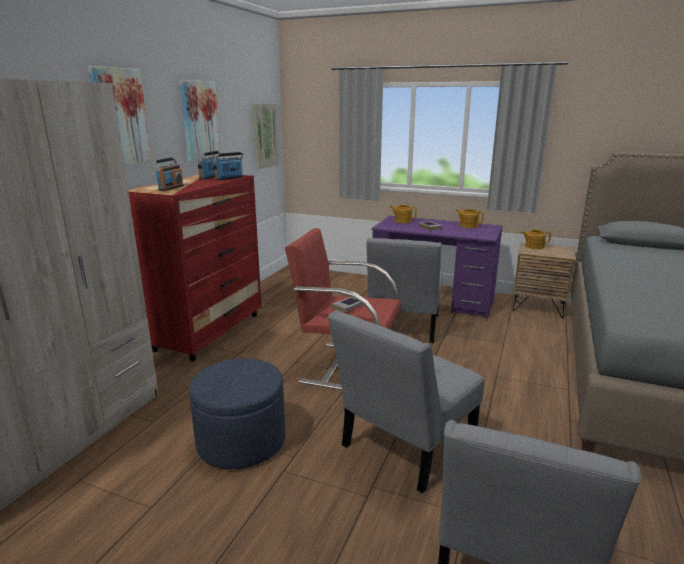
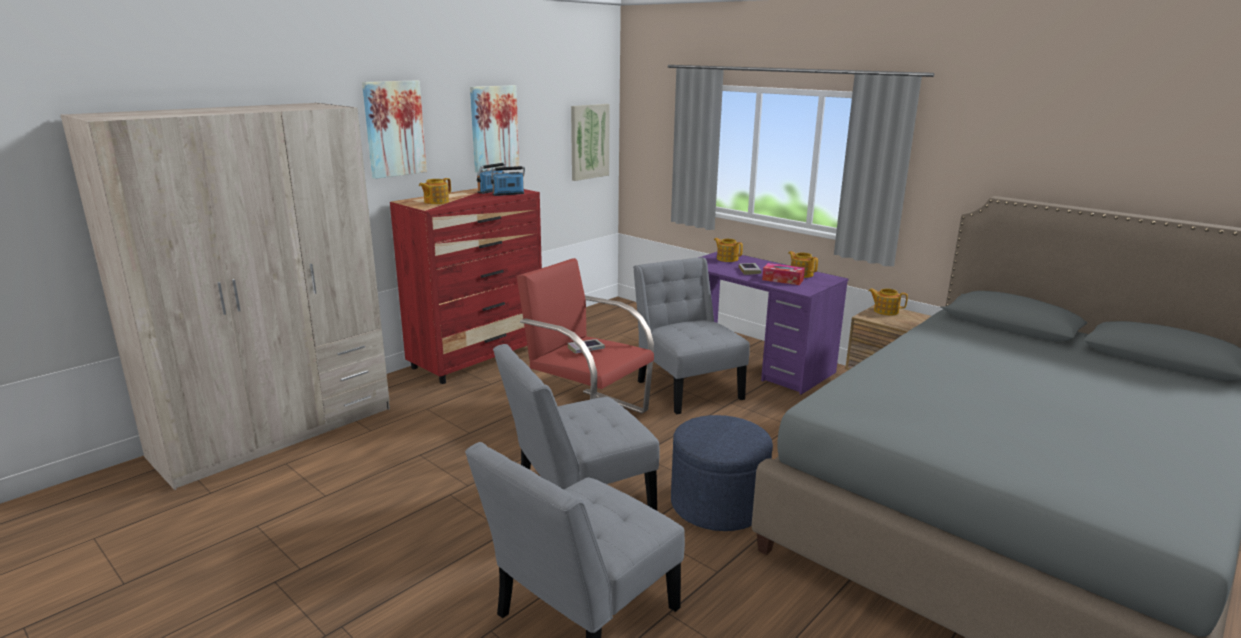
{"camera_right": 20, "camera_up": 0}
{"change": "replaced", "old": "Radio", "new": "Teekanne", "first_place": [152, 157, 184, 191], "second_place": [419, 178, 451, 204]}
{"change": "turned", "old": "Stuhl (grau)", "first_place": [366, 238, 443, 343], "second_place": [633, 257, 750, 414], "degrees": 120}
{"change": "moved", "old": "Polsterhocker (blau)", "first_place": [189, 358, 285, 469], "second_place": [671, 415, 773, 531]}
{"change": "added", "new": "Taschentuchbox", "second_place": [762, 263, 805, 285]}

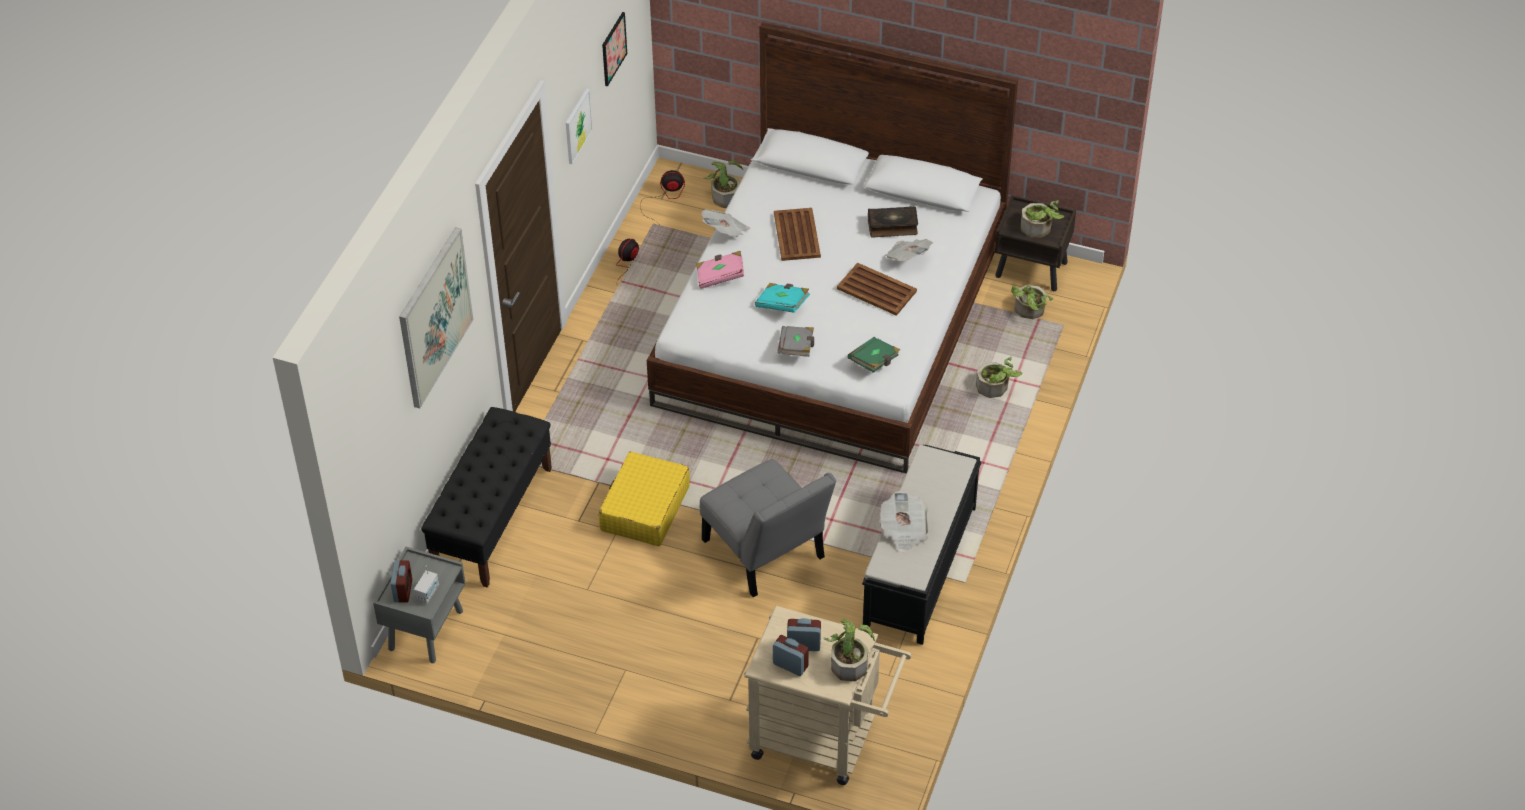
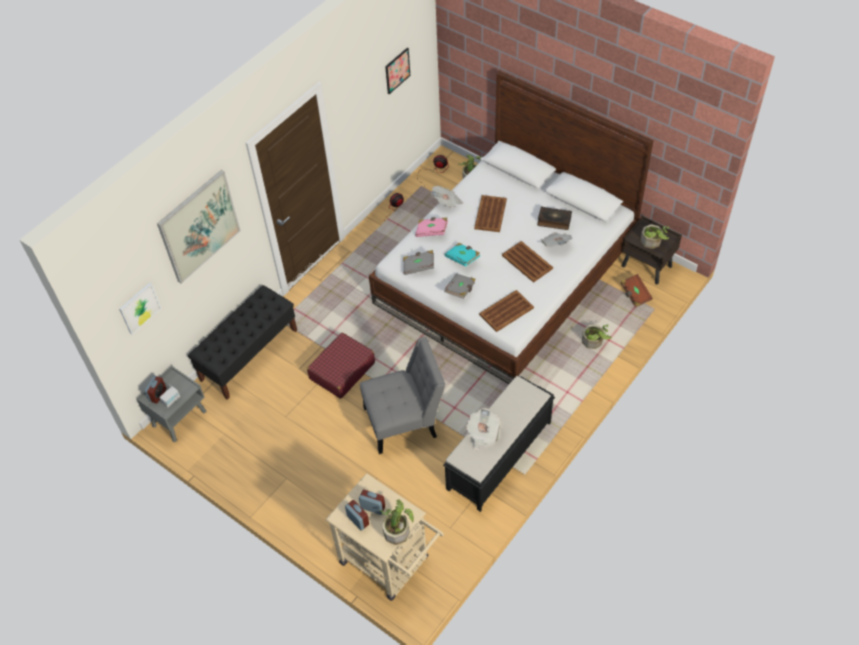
{"camera_right": 20, "camera_up": 5}
{"change": "moved", "old": "Bild", "first_place": [566, 89, 593, 164], "second_place": [119, 282, 161, 334]}
{"change": "recoloured", "old": "Koffer (gelb)", "new": "Koffer (rot)", "first_place": [599, 452, 690, 546], "second_place": [307, 332, 375, 399]}
{"change": "turned", "old": "Stuhl (grau)", "first_place": [700, 459, 836, 597], "second_place": [360, 337, 445, 454], "degrees": -90}
{"change": "added", "new": "Buch (grau)", "second_place": [403, 250, 434, 275]}
{"change": "replaced", "old": "Buch (grün)", "new": "Tablett (braun)", "first_place": [848, 337, 900, 373], "second_place": [479, 290, 534, 332]}
{"change": "replaced", "old": "Topfpflanze", "new": "Buch (braun)", "first_place": [1011, 285, 1053, 319], "second_place": [621, 274, 653, 307]}

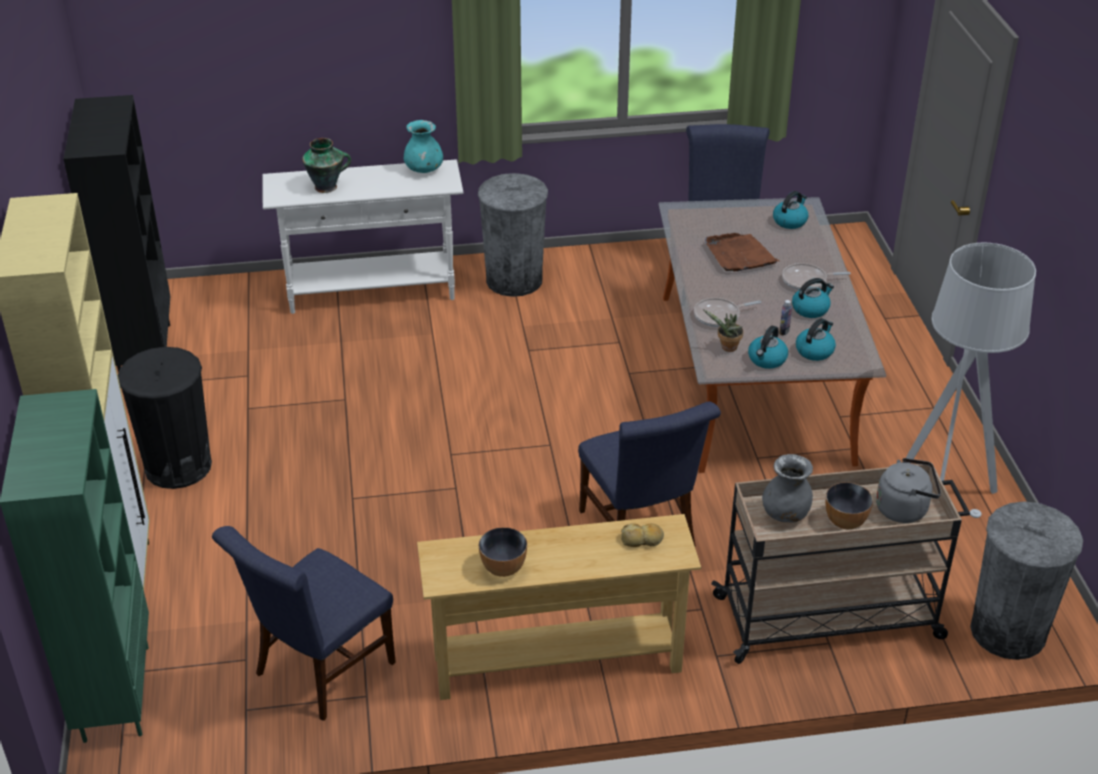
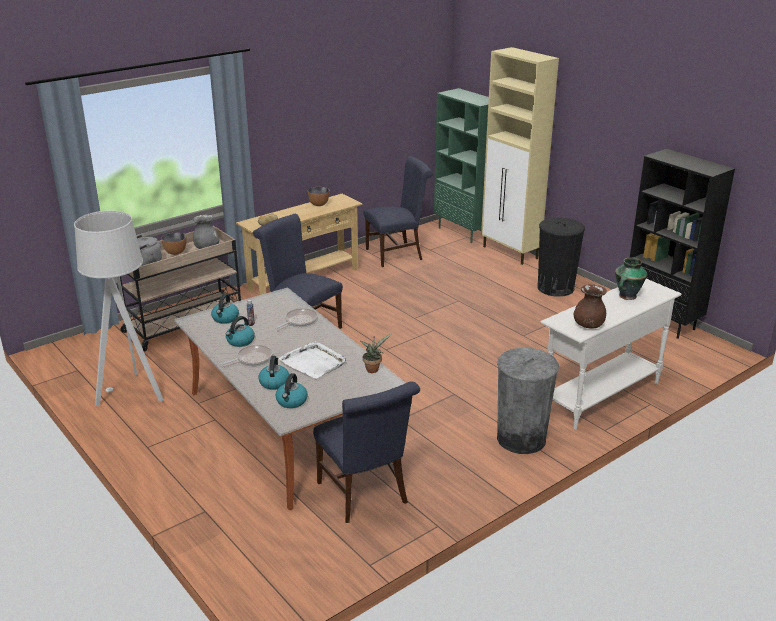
{"camera_right": 150, "camera_up": -10}
{"change": "moved", "old": "Wasserkessel", "first_place": [748, 326, 788, 369], "second_place": [259, 356, 289, 390]}
{"change": "recoloured", "old": "Tablett (braun)", "new": "Tablett (weiß)", "first_place": [705, 233, 779, 271], "second_place": [279, 341, 346, 379]}
{"change": "moved", "old": "Topfpflanze", "first_place": [703, 309, 743, 352], "second_place": [360, 334, 392, 373]}
{"change": "turned", "old": "Stuhl (blau)", "first_place": [212, 526, 396, 721], "second_place": [364, 156, 433, 267], "degrees": 60}
{"change": "recoloured", "old": "Vase (türkis)", "new": "Vase (braun)", "first_place": [404, 120, 443, 173], "second_place": [574, 284, 607, 329]}
{"change": "removed", "old": "Mülleimer (grau)", "first_place": [970, 501, 1083, 660]}

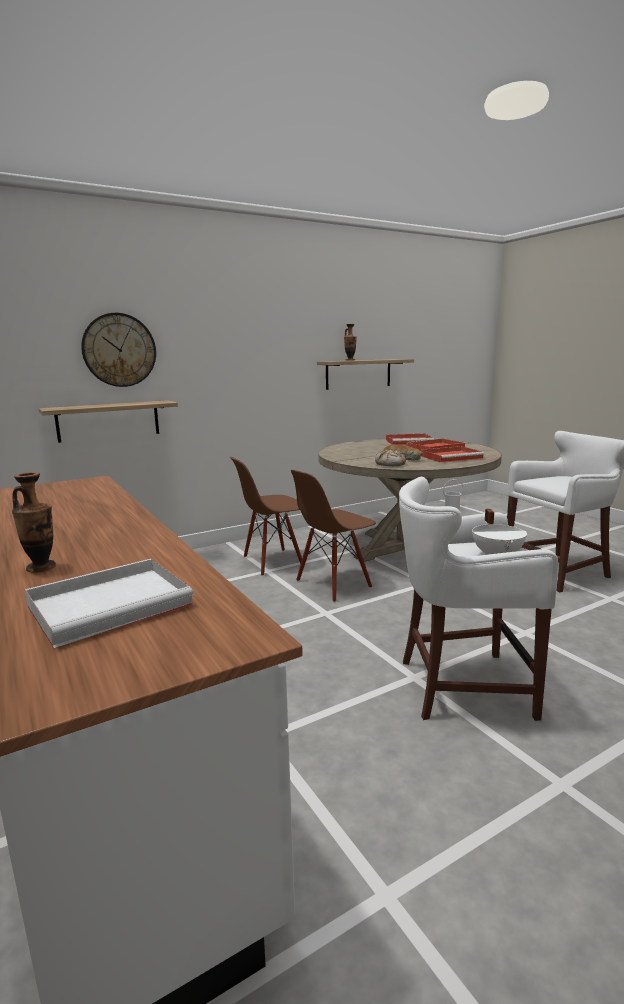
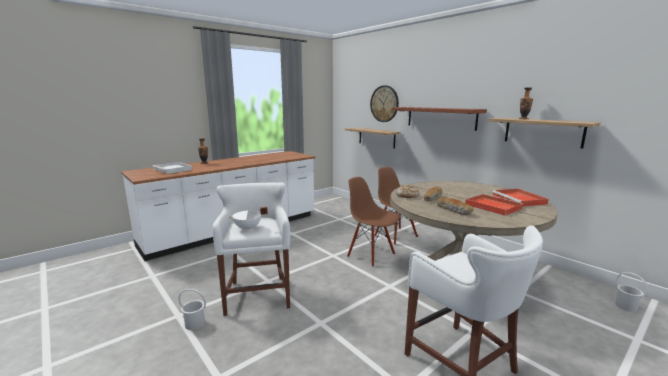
{"camera_right": 80, "camera_up": 0}
{"change": "added", "new": "Eimer (weiß)", "second_place": [179, 289, 206, 330]}
{"change": "added", "new": "Wandregal", "second_place": [391, 107, 487, 131]}
{"change": "replaced", "old": "Tablett (rot)", "new": "Brot", "first_place": [420, 446, 484, 463], "second_place": [437, 197, 473, 215]}

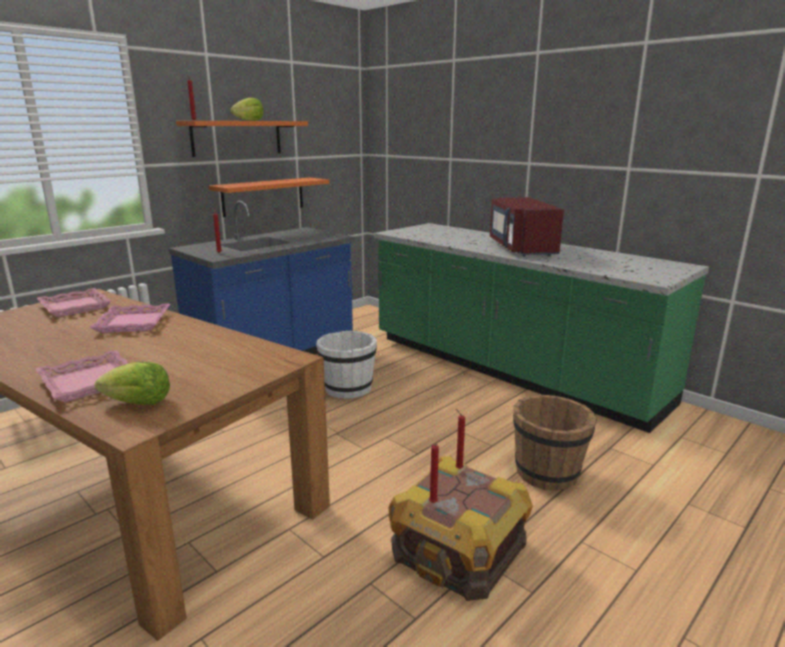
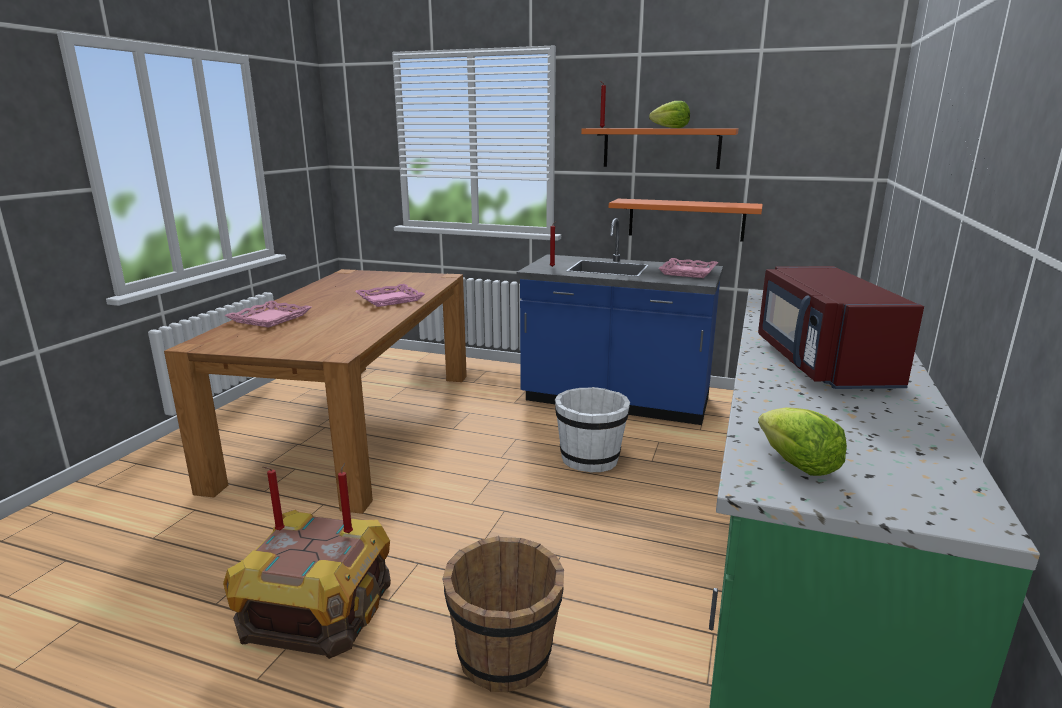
{"camera_right": 65, "camera_up": 0}
{"change": "moved", "old": "Tablett (rosa)", "first_place": [37, 288, 112, 317], "second_place": [658, 258, 718, 278]}
{"change": "turned", "old": "Mikrowelle (rot)", "first_place": [490, 197, 564, 257], "second_place": [758, 266, 924, 389], "degrees": -60}
{"change": "moved", "old": "Salatkopf", "first_place": [94, 362, 170, 405], "second_place": [758, 407, 847, 476]}

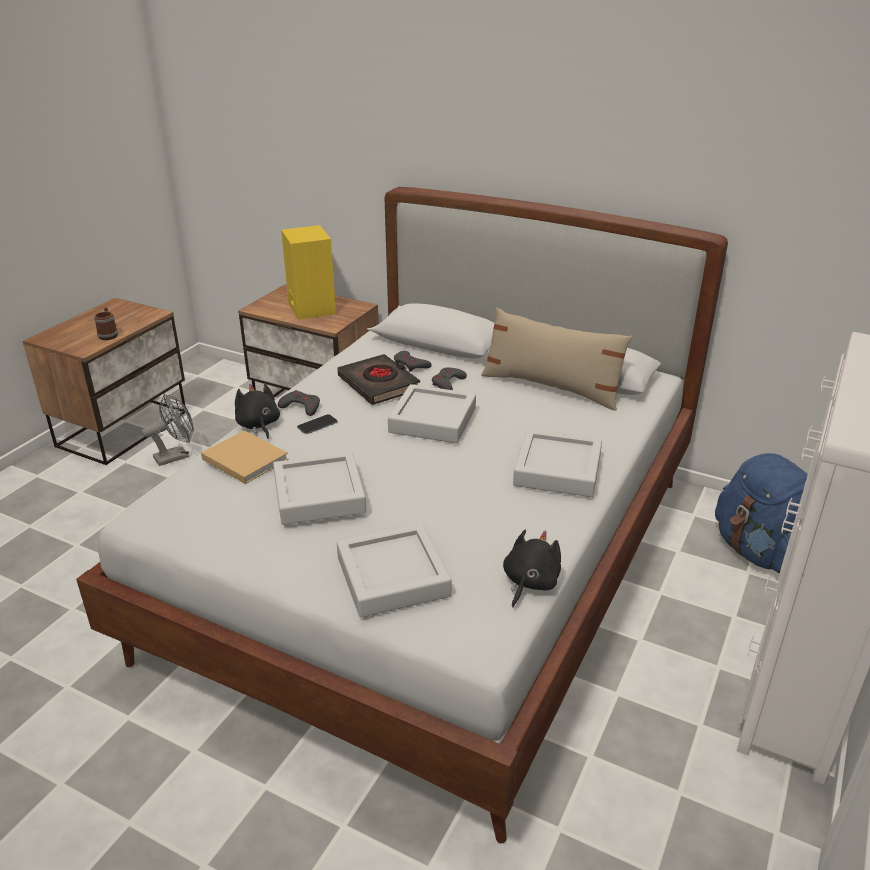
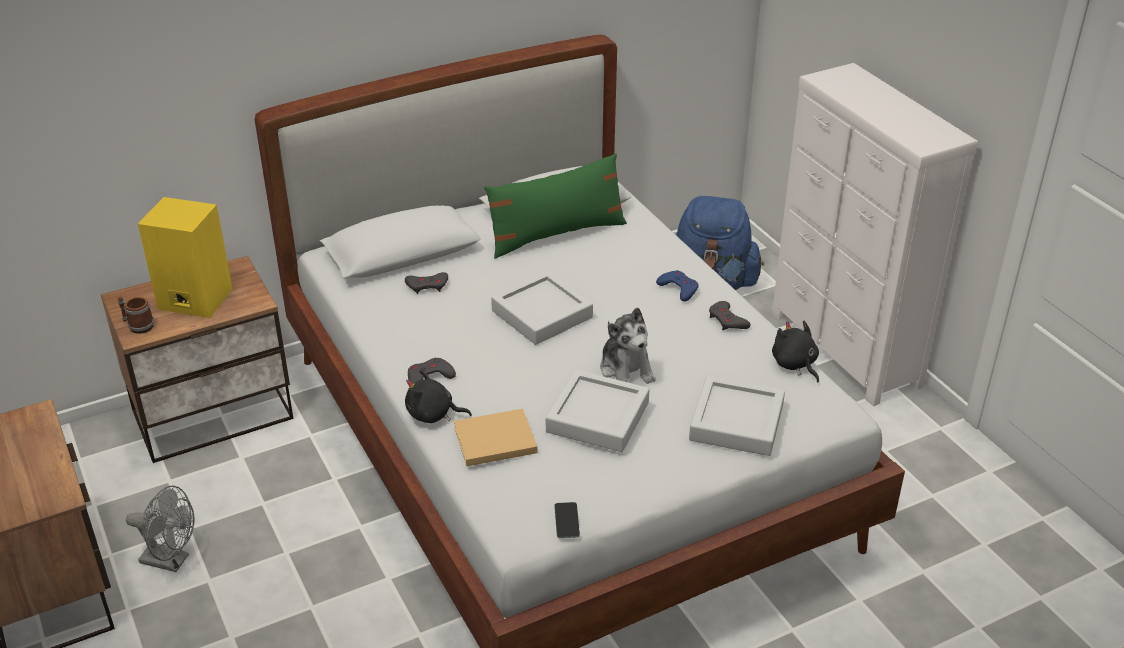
{"camera_right": -55, "camera_up": 5}
{"change": "moved", "old": "Henkelbecher", "first_place": [94, 307, 118, 340], "second_place": [118, 296, 154, 334]}
{"change": "turned", "old": "Ventilator (grau)", "first_place": [142, 394, 194, 466], "second_place": [126, 485, 195, 572], "degrees": 105}
{"change": "recoloured", "old": "Kissen (beige)", "new": "Kissen (grün)", "first_place": [481, 308, 633, 411], "second_place": [484, 153, 627, 259]}
{"change": "moved", "old": "Handy", "first_place": [297, 414, 338, 434], "second_place": [555, 502, 580, 538]}
{"change": "added", "new": "Plüschtier", "second_place": [600, 307, 656, 384]}
{"change": "replaced", "old": "Tablett (grau)", "new": "Gamepad (blau)", "first_place": [513, 430, 602, 497], "second_place": [656, 270, 699, 302]}
{"change": "moved", "old": "Gamepad (grau)", "first_place": [432, 368, 467, 390], "second_place": [709, 301, 751, 330]}
{"change": "removed", "old": "Buch (schwarz)", "first_place": [338, 354, 420, 405]}

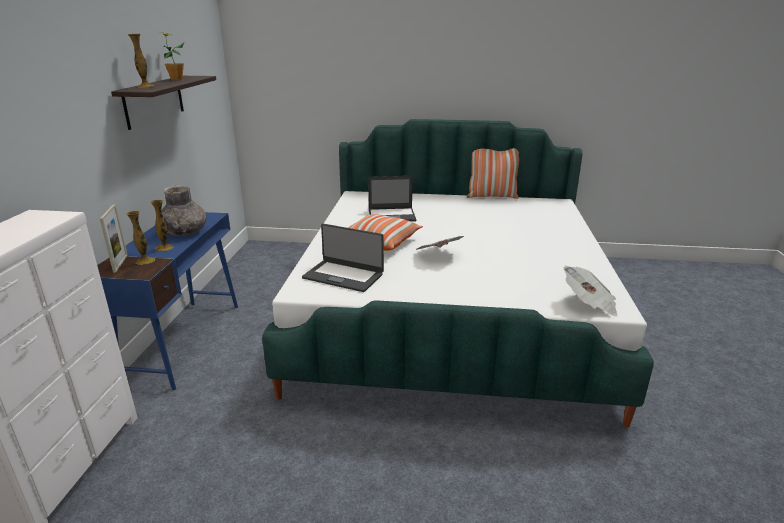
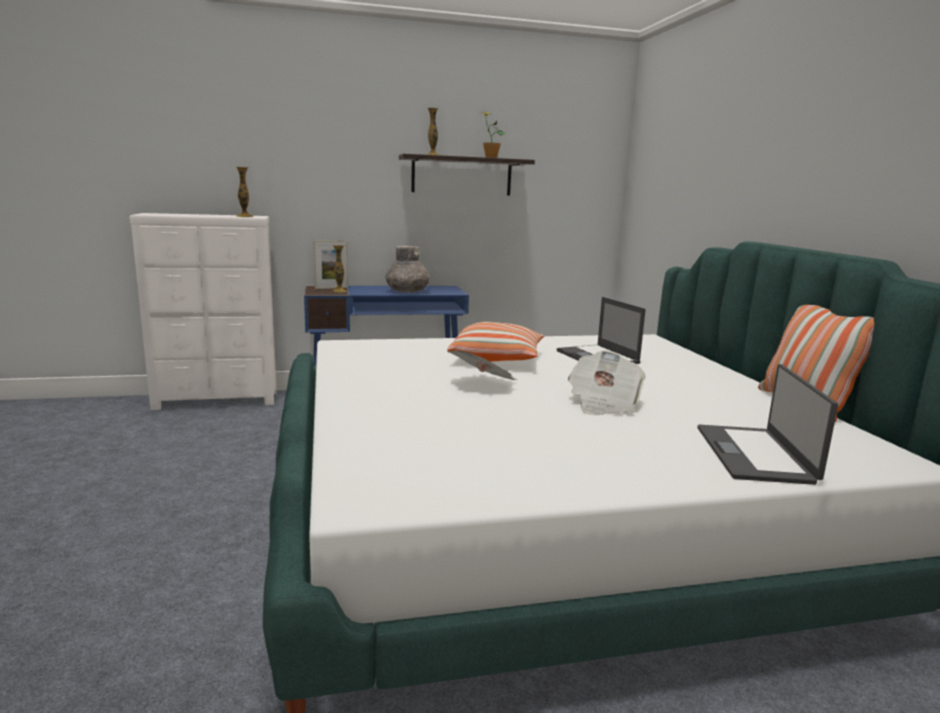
{"camera_right": 70, "camera_up": -10}
{"change": "moved", "old": "Vase", "first_place": [151, 200, 174, 251], "second_place": [236, 167, 254, 217]}
{"change": "moved", "old": "Zeitung", "first_place": [564, 266, 617, 316], "second_place": [568, 350, 646, 415]}
{"change": "moved", "old": "Laptop", "first_place": [302, 224, 384, 292], "second_place": [698, 364, 838, 485]}

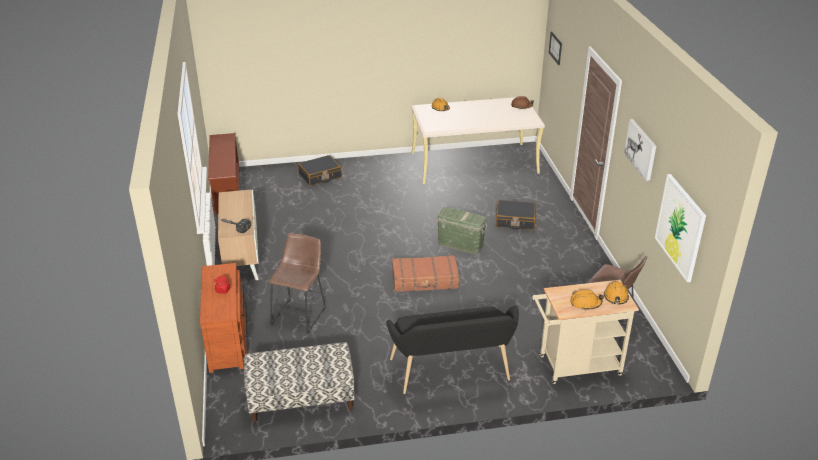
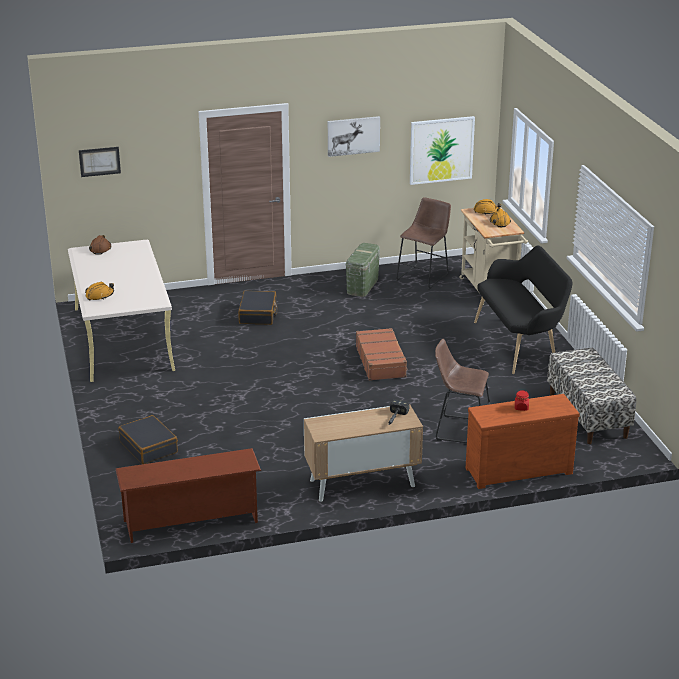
{"camera_right": -95, "camera_up": -5}
{"change": "moved", "old": "Aufbewahrungsbox (grün)", "first_place": [436, 207, 487, 254], "second_place": [346, 243, 380, 297]}

